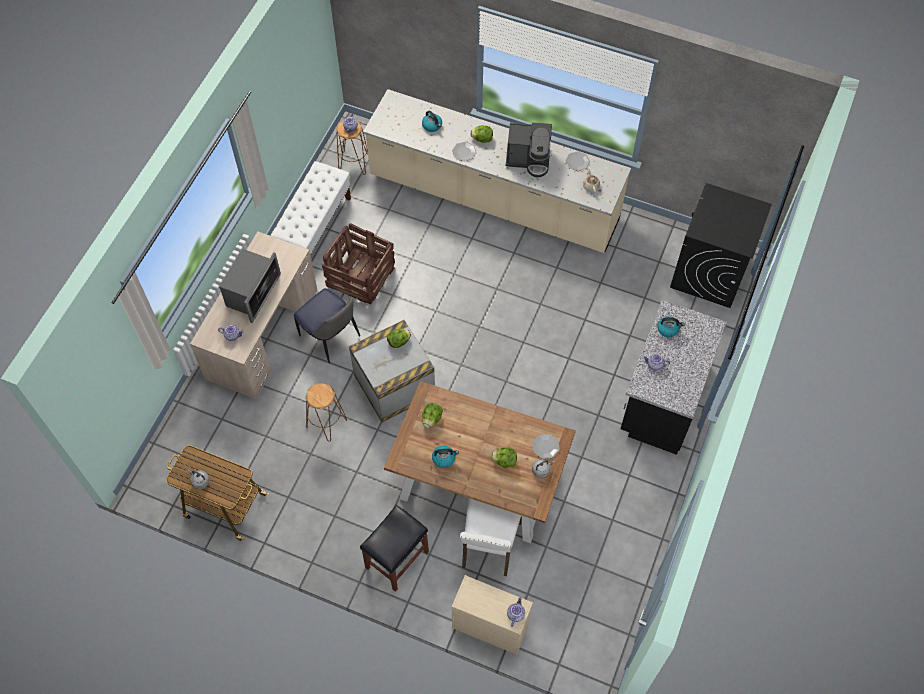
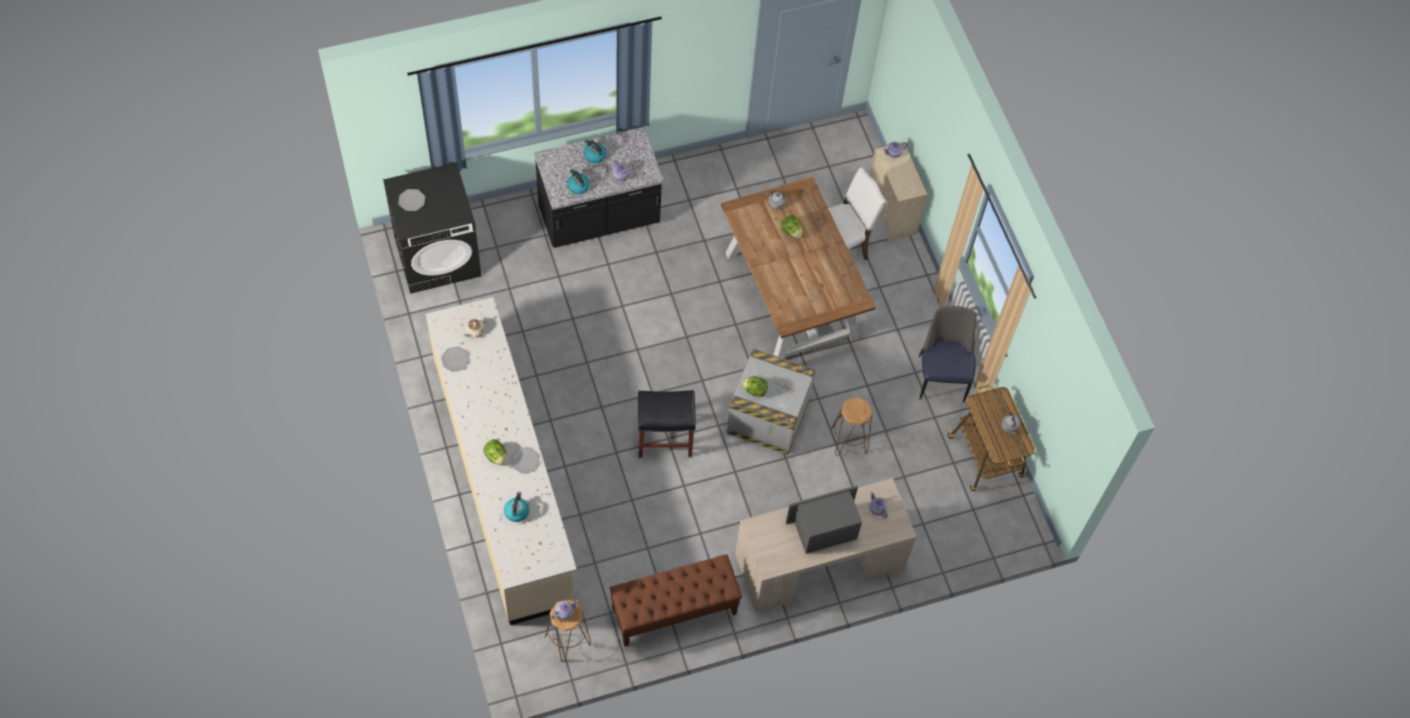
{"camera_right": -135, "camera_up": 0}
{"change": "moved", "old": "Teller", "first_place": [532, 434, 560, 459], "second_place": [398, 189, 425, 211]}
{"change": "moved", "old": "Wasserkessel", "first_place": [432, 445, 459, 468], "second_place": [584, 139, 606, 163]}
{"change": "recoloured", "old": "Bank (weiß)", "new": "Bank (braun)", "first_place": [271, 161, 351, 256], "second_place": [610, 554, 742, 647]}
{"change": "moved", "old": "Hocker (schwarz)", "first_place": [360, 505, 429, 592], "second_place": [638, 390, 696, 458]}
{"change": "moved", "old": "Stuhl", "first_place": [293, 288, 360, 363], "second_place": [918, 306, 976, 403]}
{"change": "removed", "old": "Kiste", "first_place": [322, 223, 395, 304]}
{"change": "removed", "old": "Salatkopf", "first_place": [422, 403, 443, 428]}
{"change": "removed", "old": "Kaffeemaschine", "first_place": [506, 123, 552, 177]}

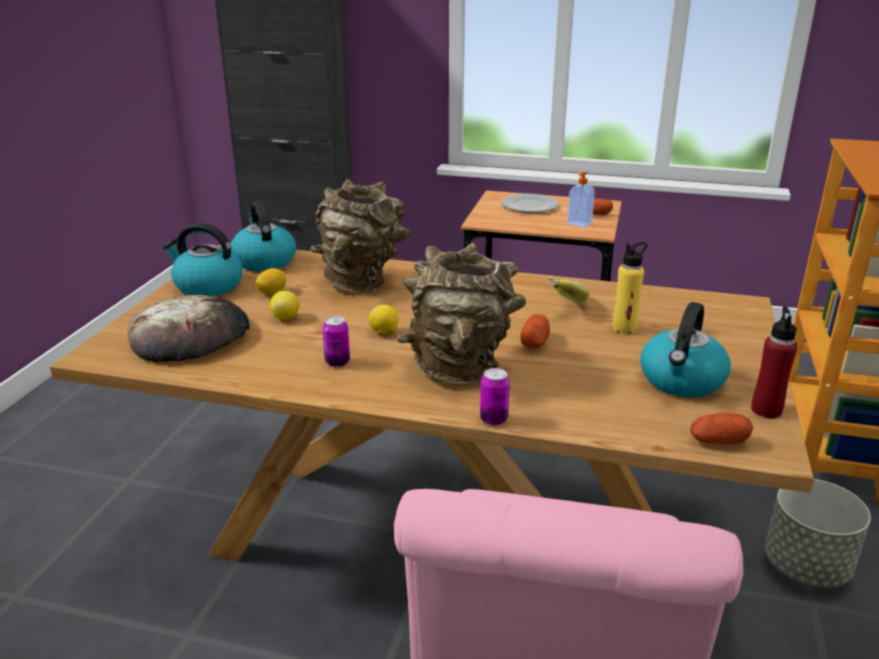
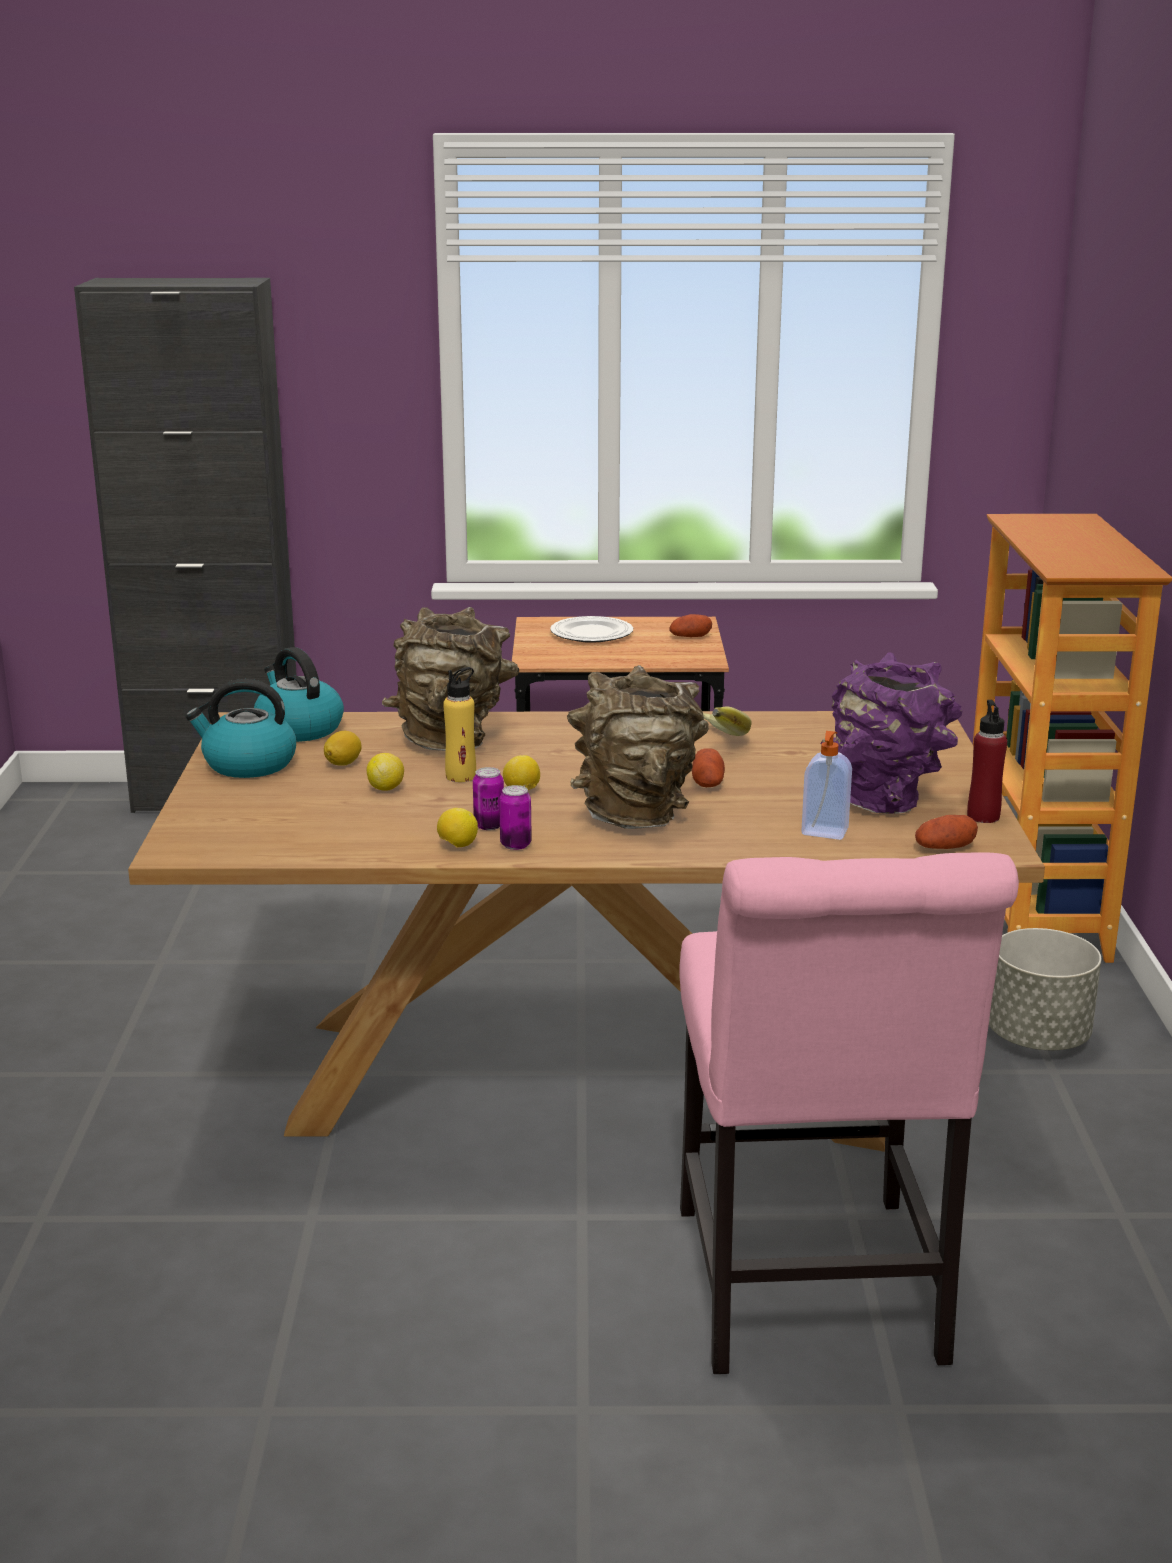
{"camera_right": -15, "camera_up": -5}
{"change": "added", "new": "Zitrone", "second_place": [437, 808, 478, 848]}
{"change": "moved", "old": "Flasche (gelb)", "first_place": [612, 242, 648, 334], "second_place": [443, 667, 476, 782]}
{"change": "moved", "old": "Dose", "first_place": [480, 368, 510, 426], "second_place": [499, 785, 532, 850]}
{"change": "moved", "old": "Seifenspender", "first_place": [567, 172, 595, 228], "second_place": [801, 731, 852, 840]}
{"change": "replaced", "old": "Wasserkessel", "new": "Vase (lila)", "first_place": [640, 302, 731, 397], "second_place": [821, 652, 962, 814]}
{"change": "removed", "old": "Brot", "first_place": [128, 295, 250, 362]}

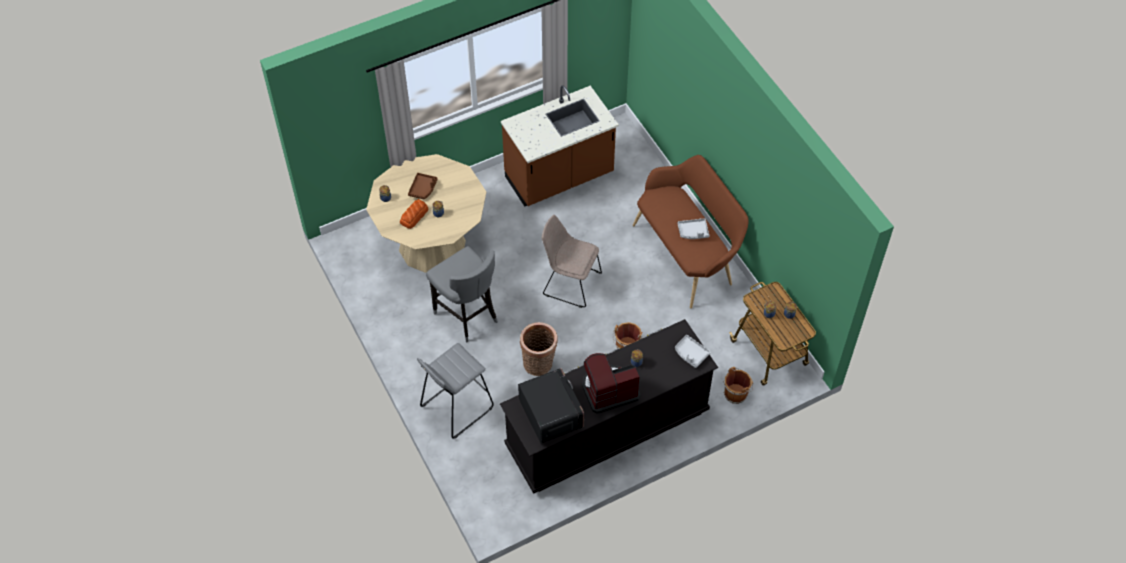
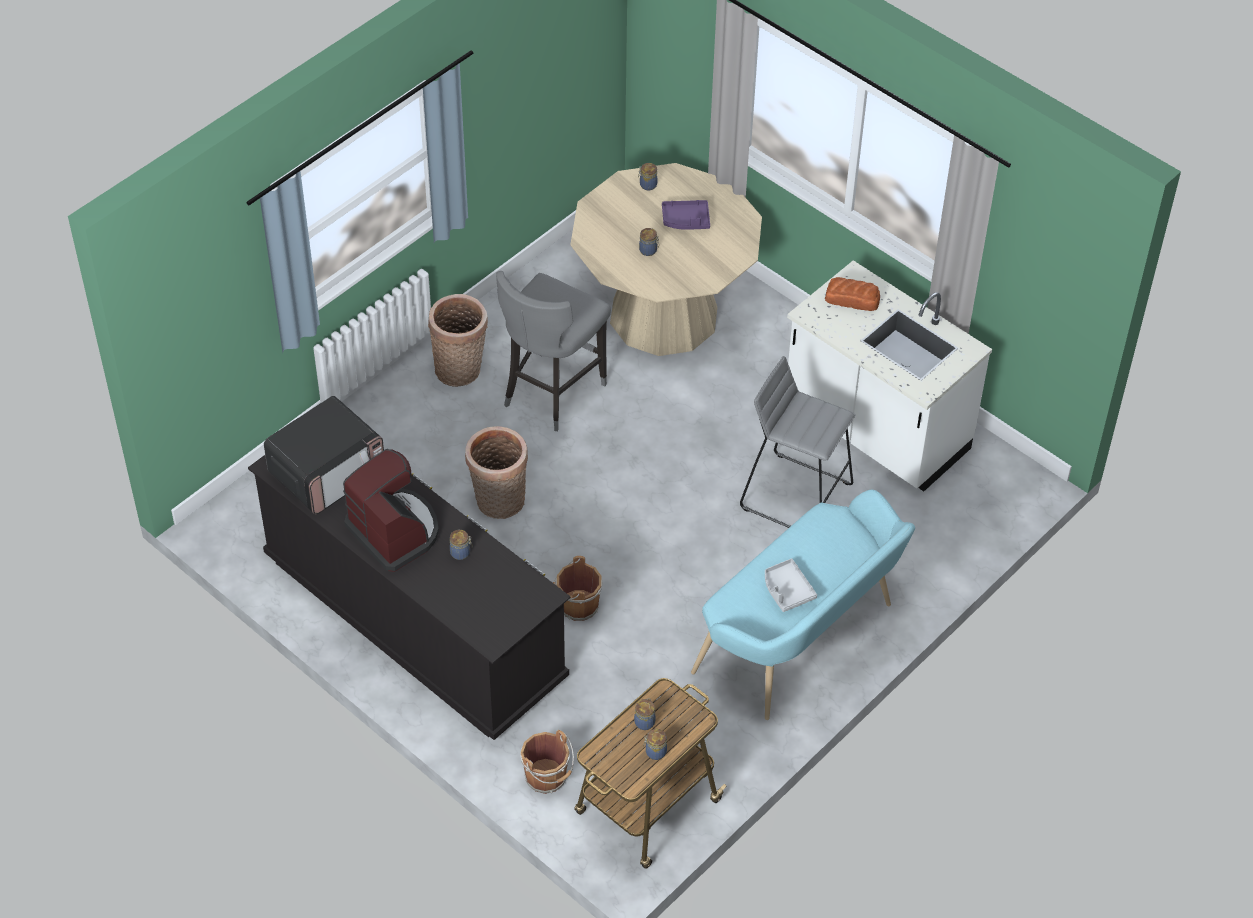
{"camera_right": 70, "camera_up": -5}
{"change": "added", "new": "Korb", "second_place": [428, 294, 488, 387]}
{"change": "recoloured", "old": "Tablett (braun)", "new": "Tablett (lila)", "first_place": [408, 173, 438, 199], "second_place": [662, 200, 710, 230]}
{"change": "recoloured", "old": "Bank (braun)", "new": "Bank (türkis)", "first_place": [633, 155, 749, 309], "second_place": [691, 490, 915, 720]}
{"change": "moved", "old": "Hocker (grau)", "first_place": [417, 343, 494, 439], "second_place": [740, 356, 855, 528]}
{"change": "recoloured", "old": "Küchenzeile (braun)", "new": "Küchenzeile (weiß)", "first_place": [501, 85, 619, 207], "second_place": [787, 260, 992, 491]}
{"change": "moved", "old": "Brot", "first_place": [400, 199, 428, 229], "second_place": [825, 277, 880, 311]}
{"change": "removed", "old": "Stuhl (beige)", "first_place": [542, 215, 602, 308]}
{"change": "removed", "old": "Tablett (grau)", "first_place": [675, 335, 711, 368]}

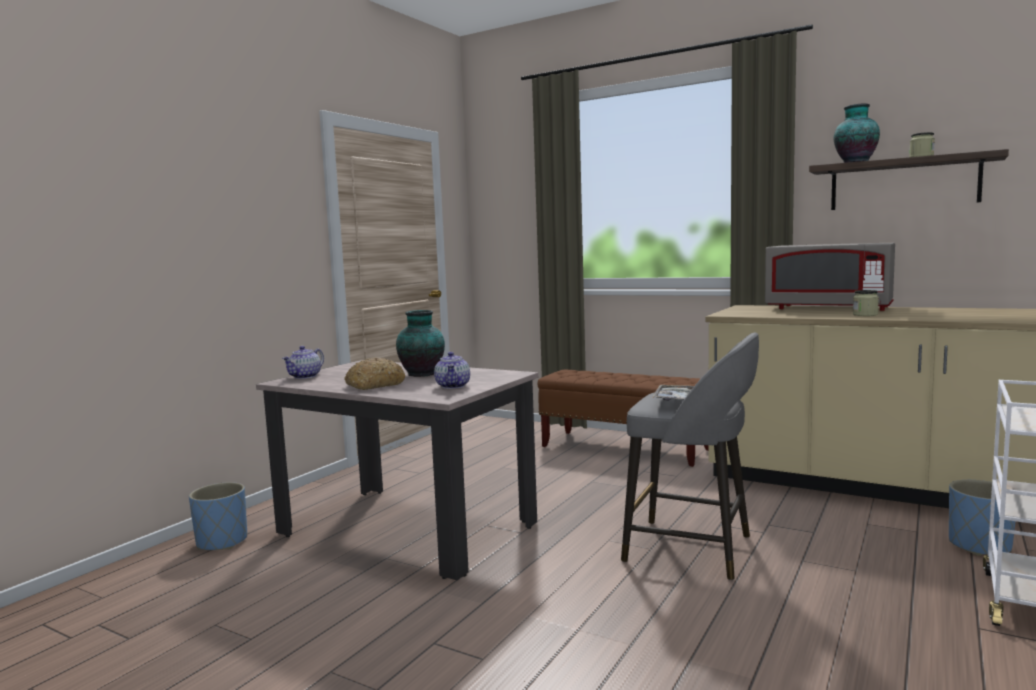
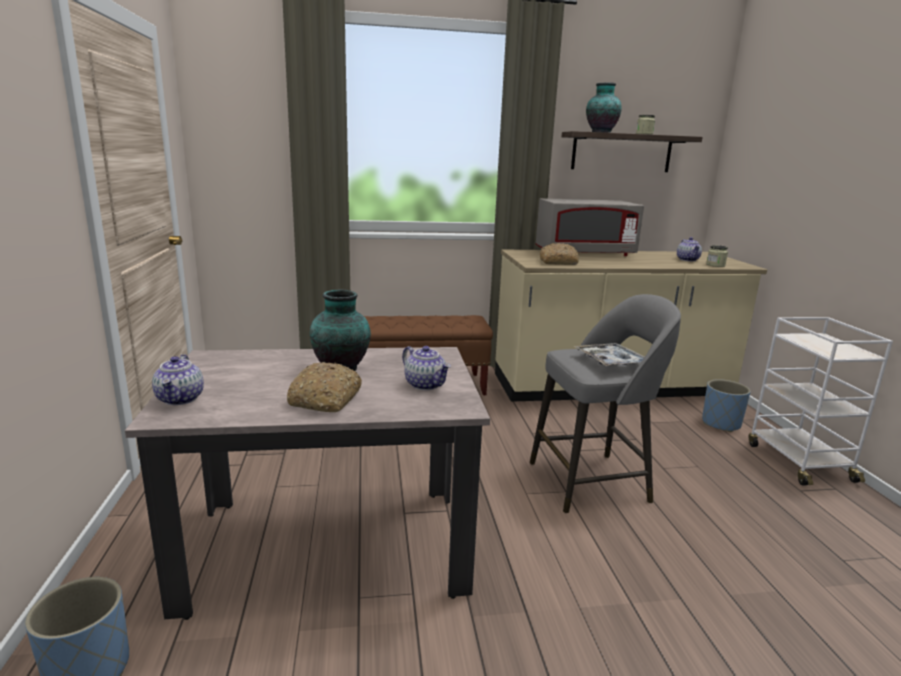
{"camera_right": -40, "camera_up": 10}
{"change": "added", "new": "Brot", "second_place": [540, 243, 579, 265]}
{"change": "added", "new": "Teekanne", "second_place": [677, 237, 702, 261]}
{"change": "moved", "old": "Vorratsglas", "first_place": [853, 290, 879, 316], "second_place": [706, 245, 728, 267]}

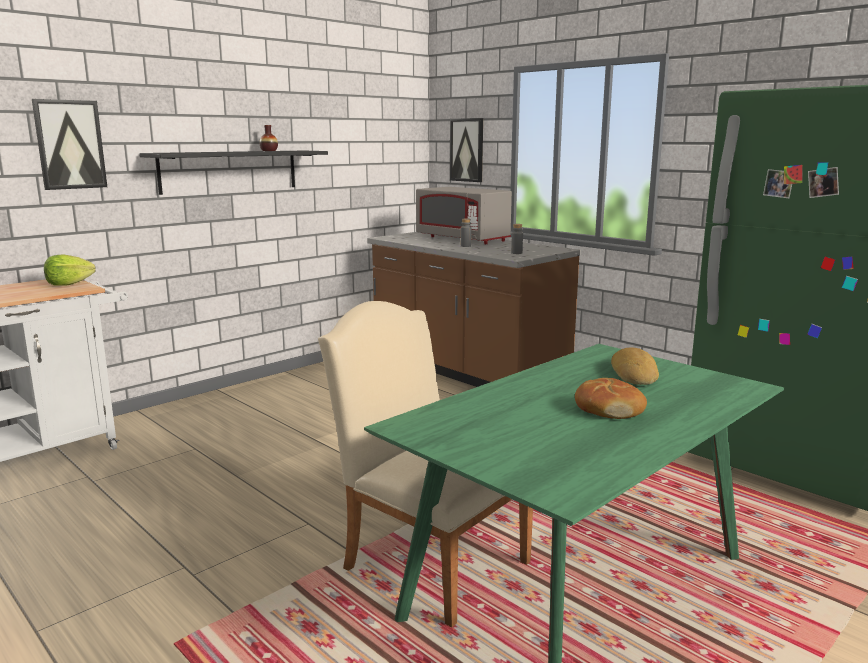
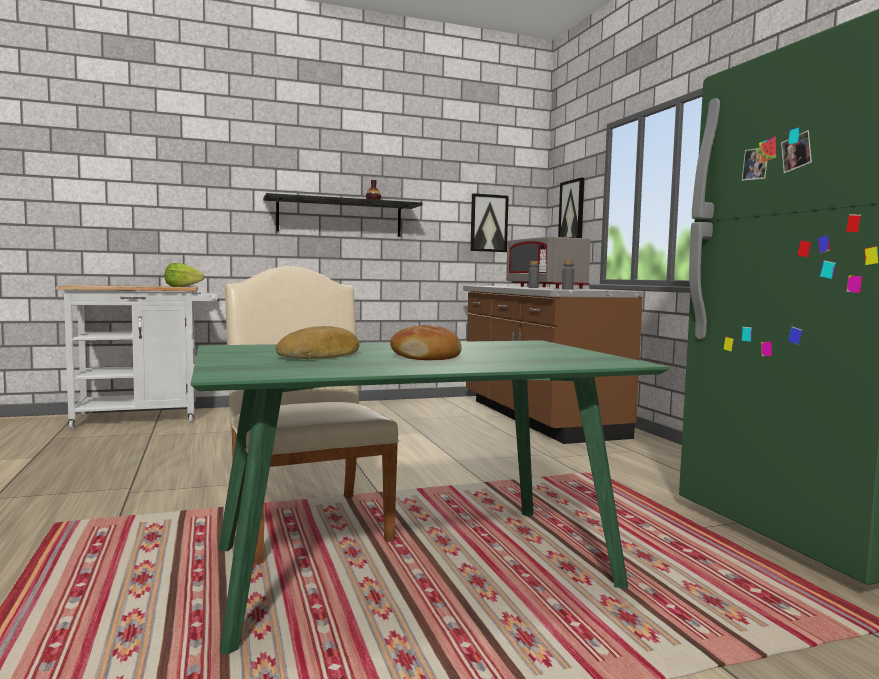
{"camera_right": 25, "camera_up": -10}
{"change": "moved", "old": "Brot", "first_place": [611, 347, 659, 385], "second_place": [276, 326, 359, 359]}
{"change": "moved", "old": "Bild", "first_place": [32, 99, 107, 190], "second_place": [470, 193, 509, 252]}

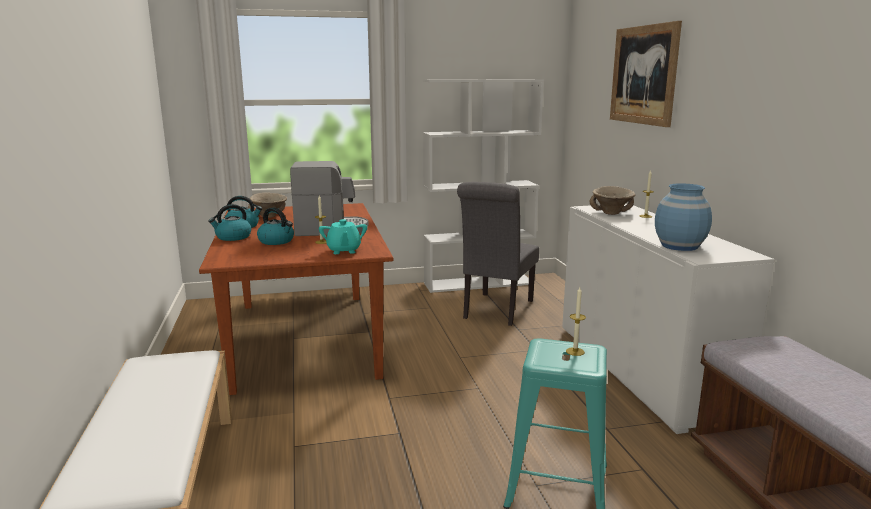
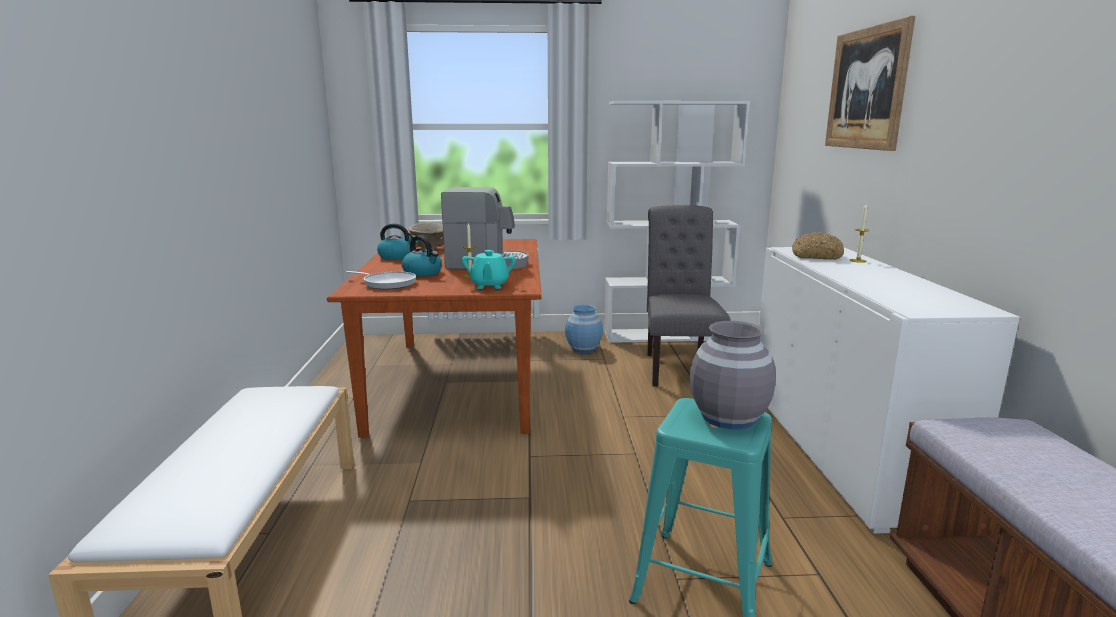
{"camera_right": 10, "camera_up": 0}
{"change": "added", "new": "Pfanne", "second_place": [346, 271, 416, 290]}
{"change": "moved", "old": "Vase (blau)", "first_place": [655, 183, 712, 251], "second_place": [565, 304, 603, 353]}
{"change": "turned", "old": "Stuhl (grau)", "first_place": [457, 182, 539, 326], "second_place": [647, 205, 731, 387], "degrees": 150}
{"change": "replaced", "old": "Kerze", "new": "Vase (grau)", "first_place": [566, 287, 586, 356], "second_place": [689, 321, 776, 429]}
{"change": "replaced", "old": "Schüssel (beige)", "new": "Brot", "first_place": [589, 186, 635, 215], "second_place": [792, 232, 844, 260]}
{"change": "removed", "old": "Wasserkessel", "first_place": [208, 204, 251, 241]}

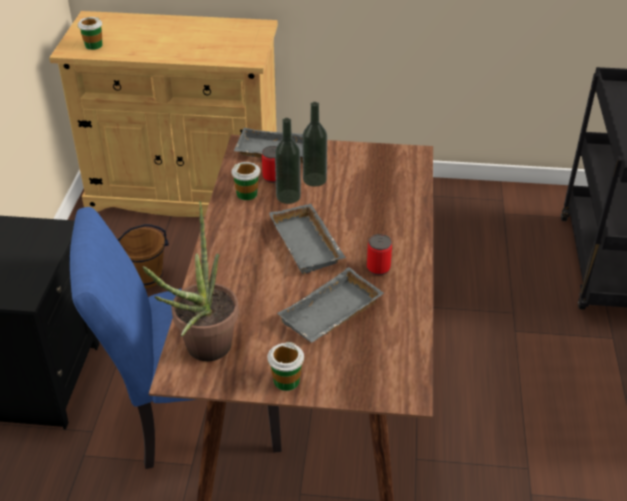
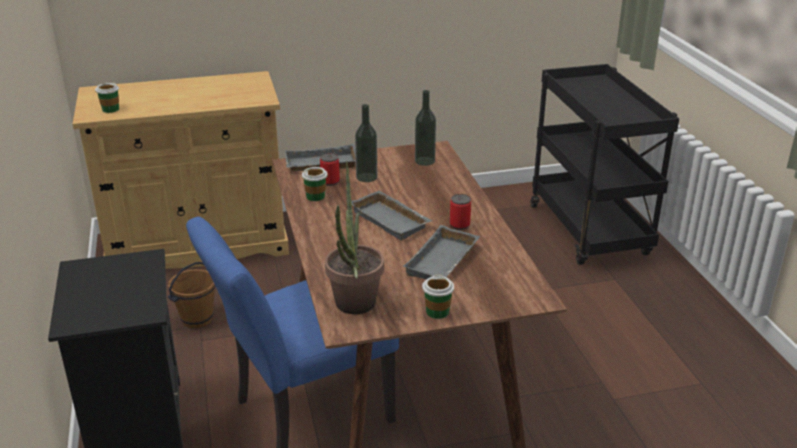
{"camera_right": -20, "camera_up": -10}
{"change": "moved", "old": "Flasche", "first_place": [275, 118, 301, 204], "second_place": [415, 90, 436, 166]}

